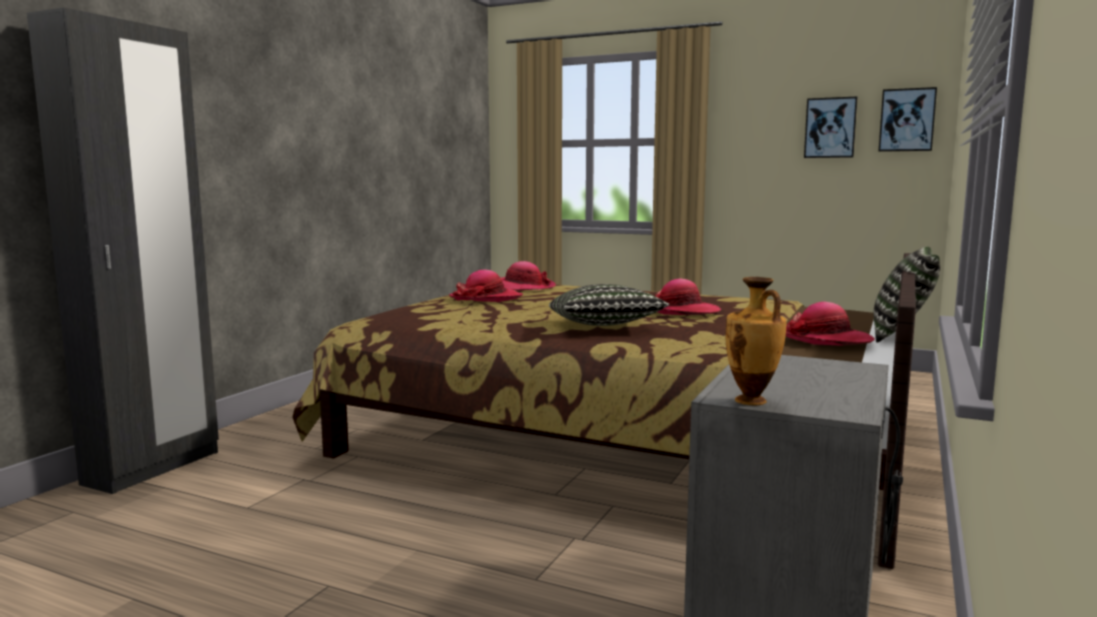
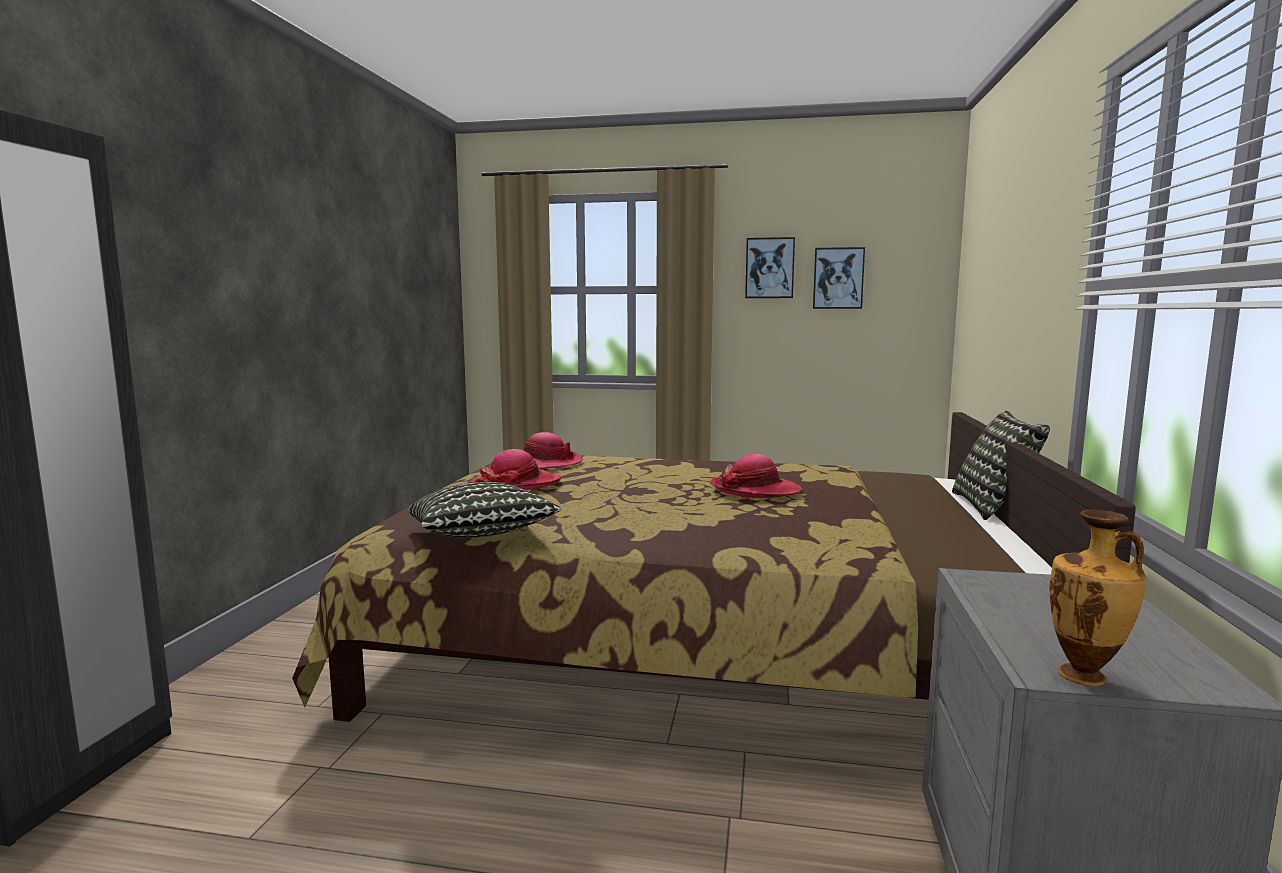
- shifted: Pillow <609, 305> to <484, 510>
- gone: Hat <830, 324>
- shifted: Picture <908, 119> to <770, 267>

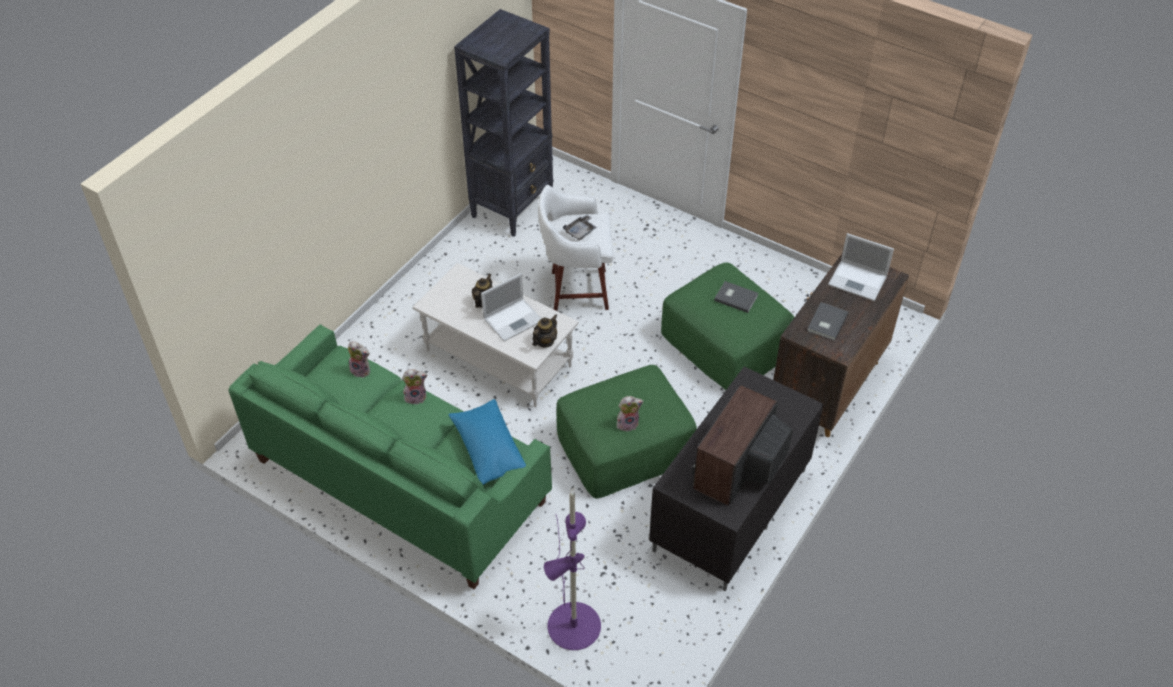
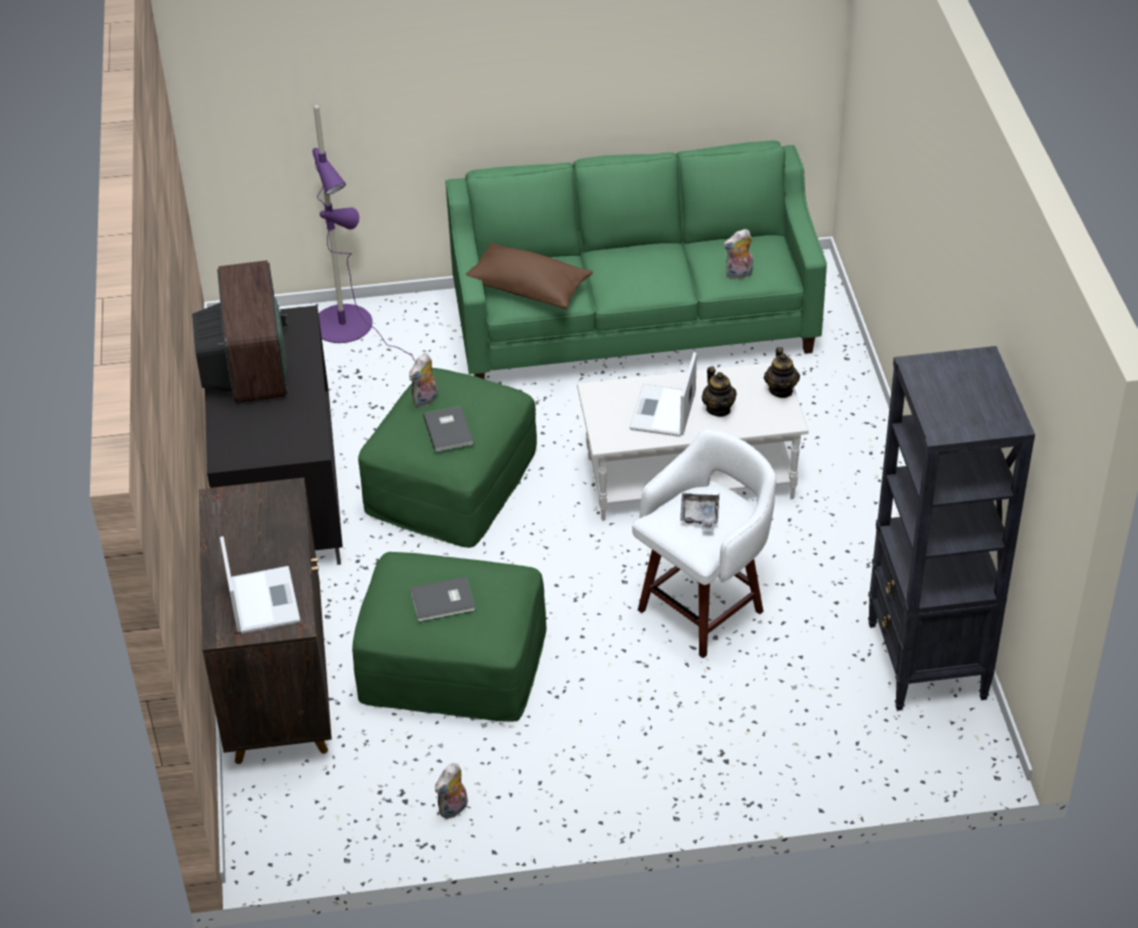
- shifted: PlushToy <414, 387> to <451, 791>
- repainted: BluePillow <487, 442> to BrownPillow <529, 275>
- shifted: Teapot <545, 331> to <782, 372>
- shifted: GreyBook <827, 321> to <448, 429>
- rotated: Laptop <861, 267> = <260, 585> 90 degrees clockwise

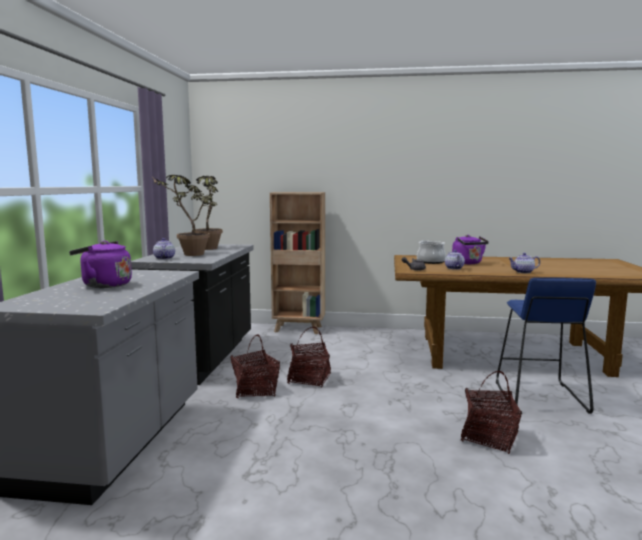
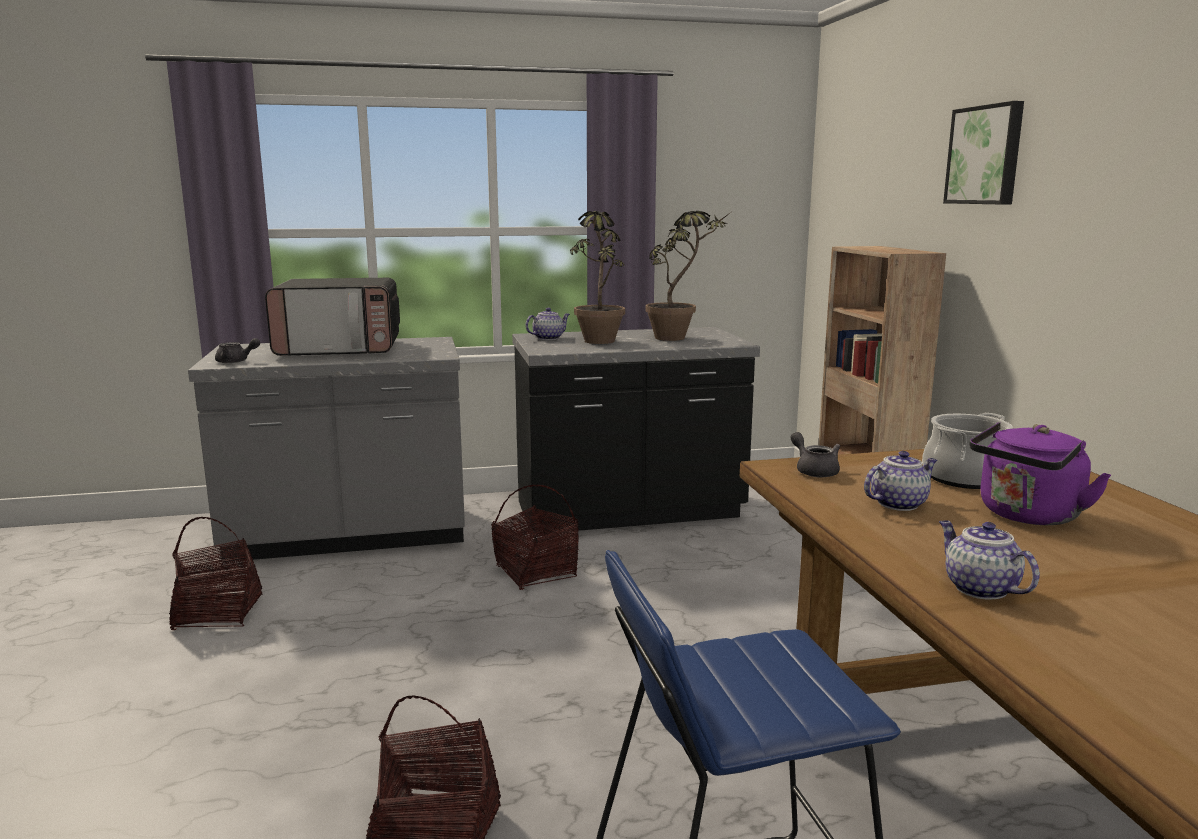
- swapped: PurpleKettle <100, 264> to Microwave <332, 317>
- shifted: Basket <309, 357> to <216, 573>
- new: GreyTeapot <237, 350>
- new: Picture <983, 152>

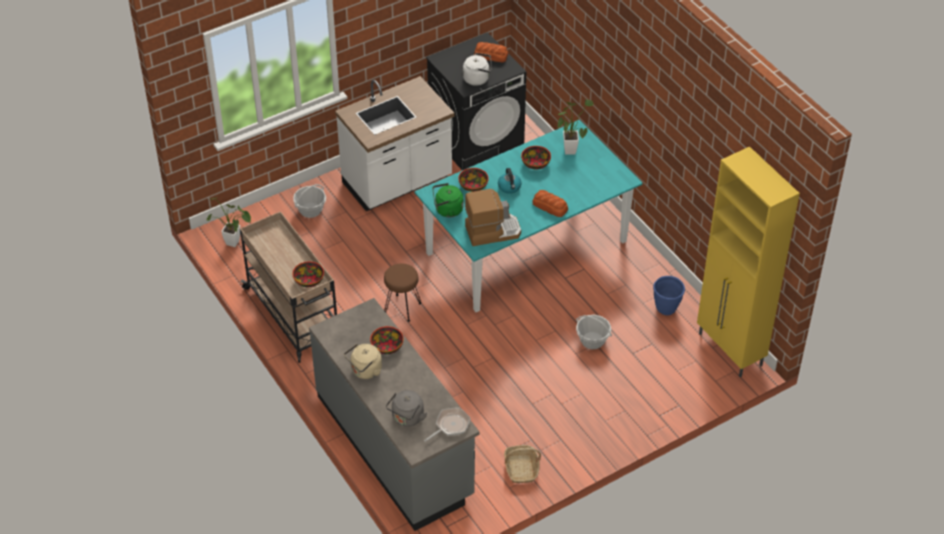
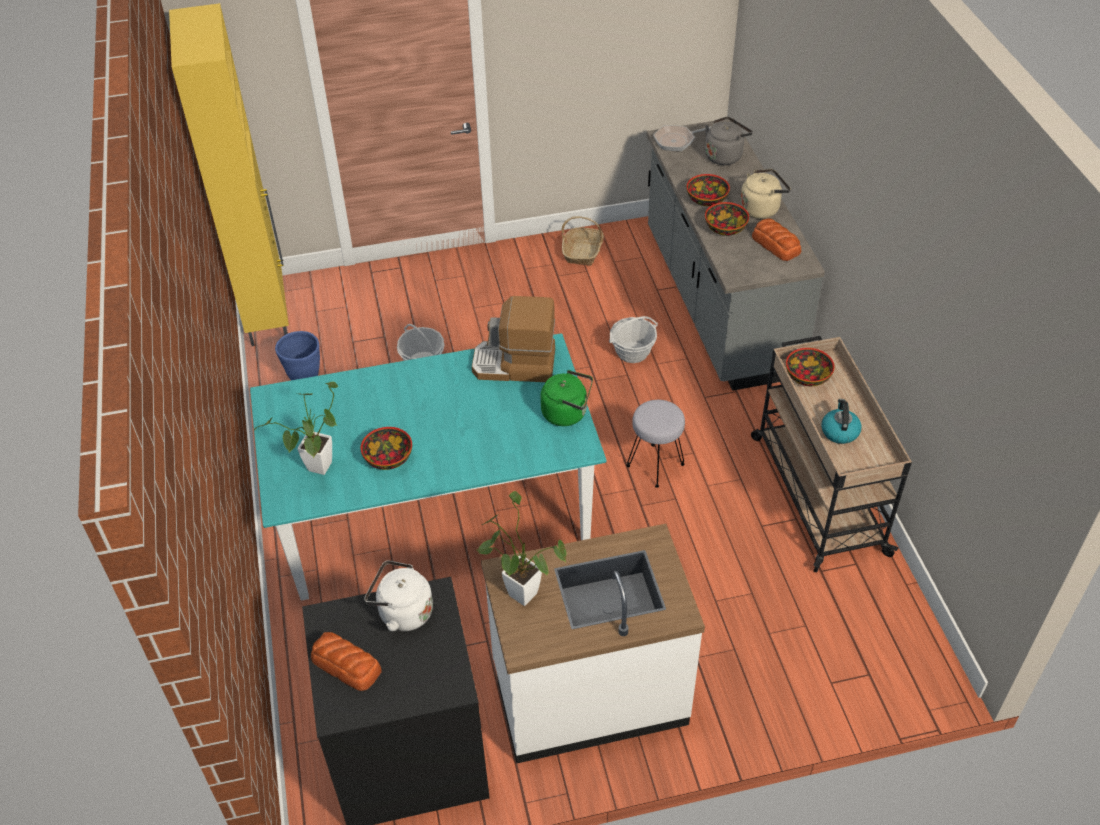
- shifted: PottedPlant <229, 222> to <521, 548>
- shifted: Basket <309, 201> to <633, 339>
- repainted: BrownStool <402, 292> to GreyStool <655, 444>
- shifted: Bowl <473, 180> to <708, 190>
- shifted: Kettle <509, 181> to <841, 421>
- shifted: Bread <550, 203> to <776, 240>

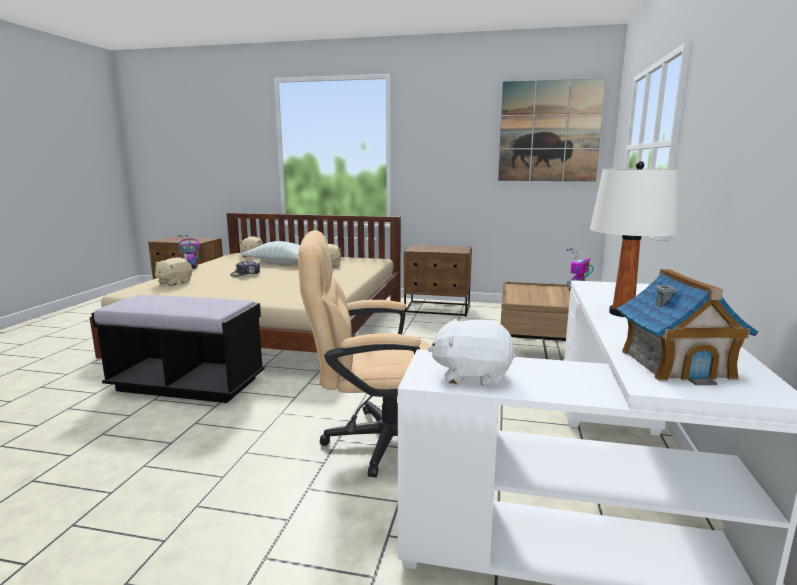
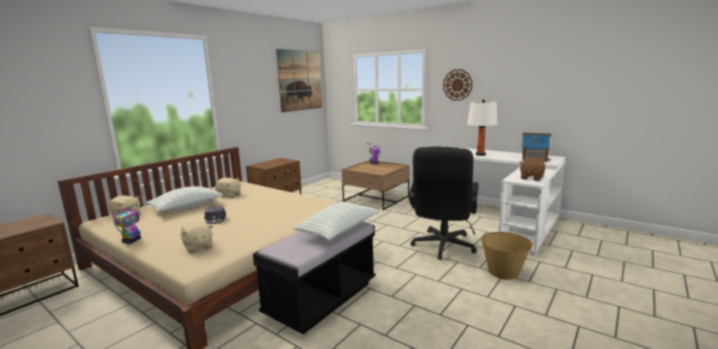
- repainted: BeigeOfficeChair <364, 353> to BlackOfficeChair <444, 203>
- repainted: WhitePlushToy <471, 353> to BrownPlushToy <532, 169>
- new: Pillow <336, 221>
- new: WallClock <457, 85>
- new: Basket <507, 256>

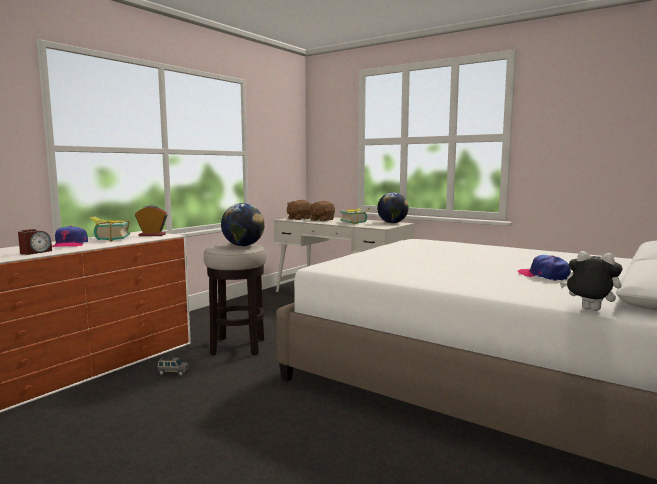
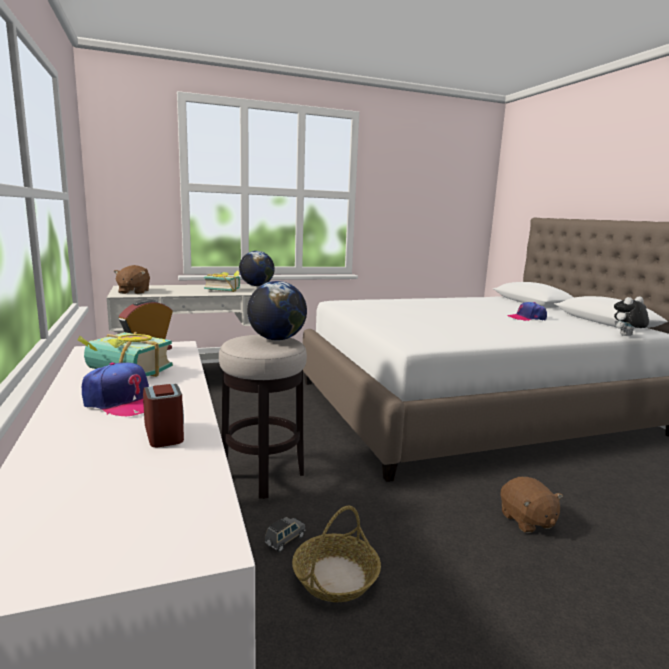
- shifted: BrownPlushToy <322, 211> to <531, 505>
- new: Basket <336, 554>

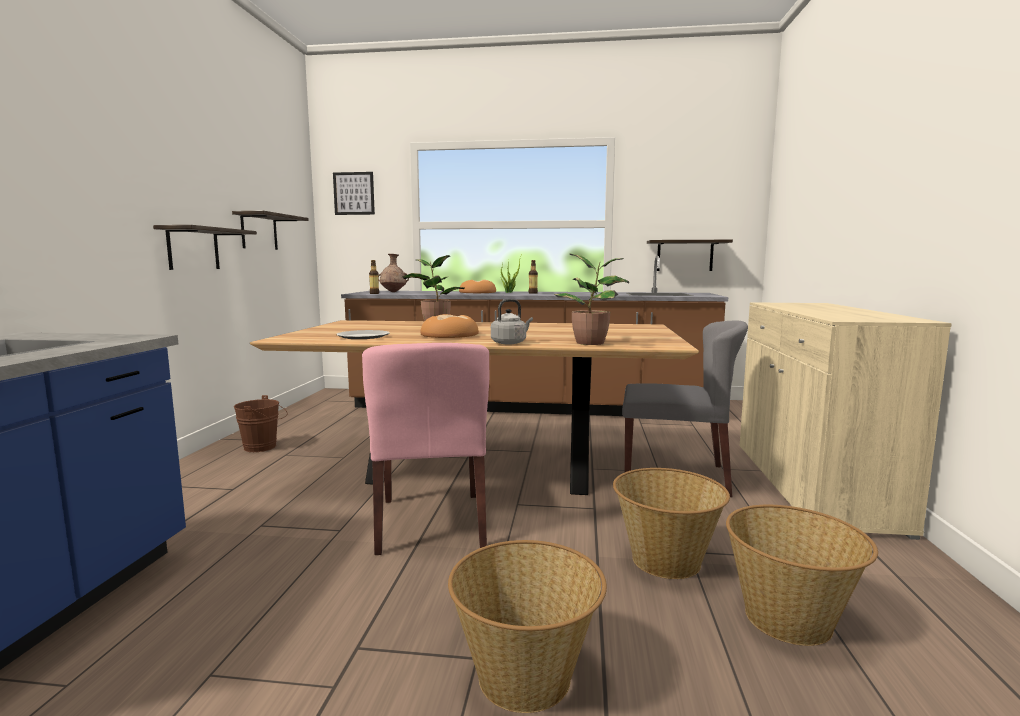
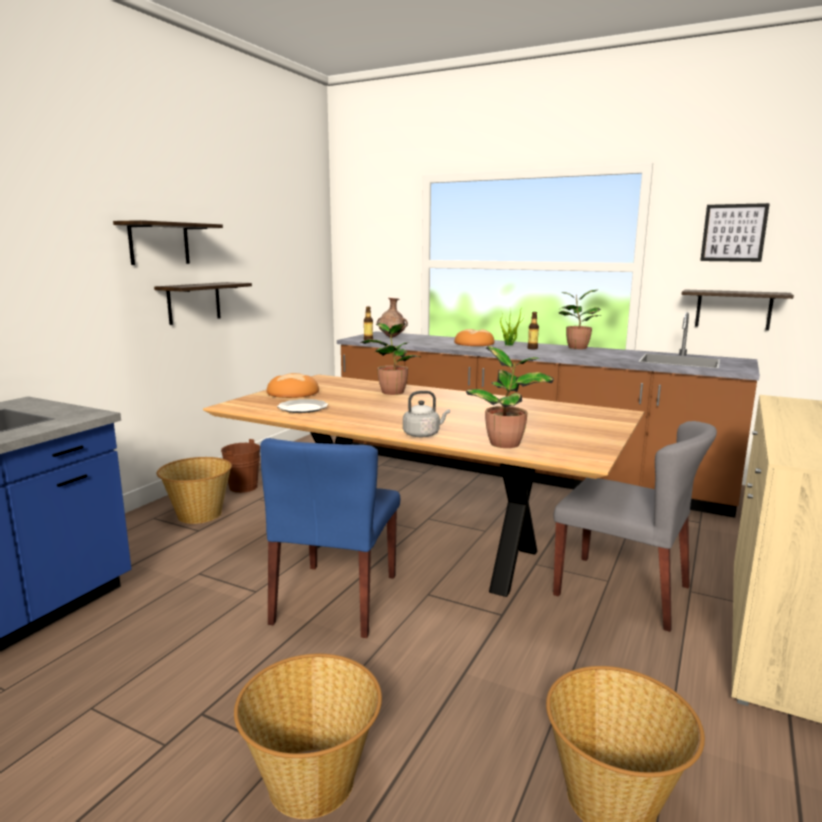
- shifted: Shelf <270, 230> to <168, 242>
- shifted: Picture <354, 193> to <735, 232>
- repainted: PinkChair <425, 449> to BlueChair <330, 538>
- shifted: Bread <449, 326> to <293, 385>
- shifted: Basket <671, 523> to <194, 490>
- new: PottedPlant <580, 319>

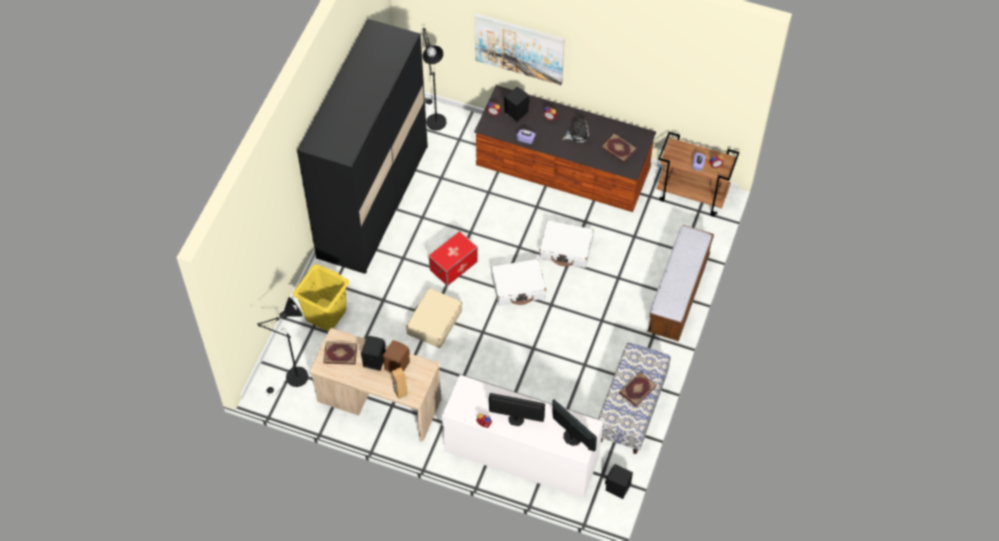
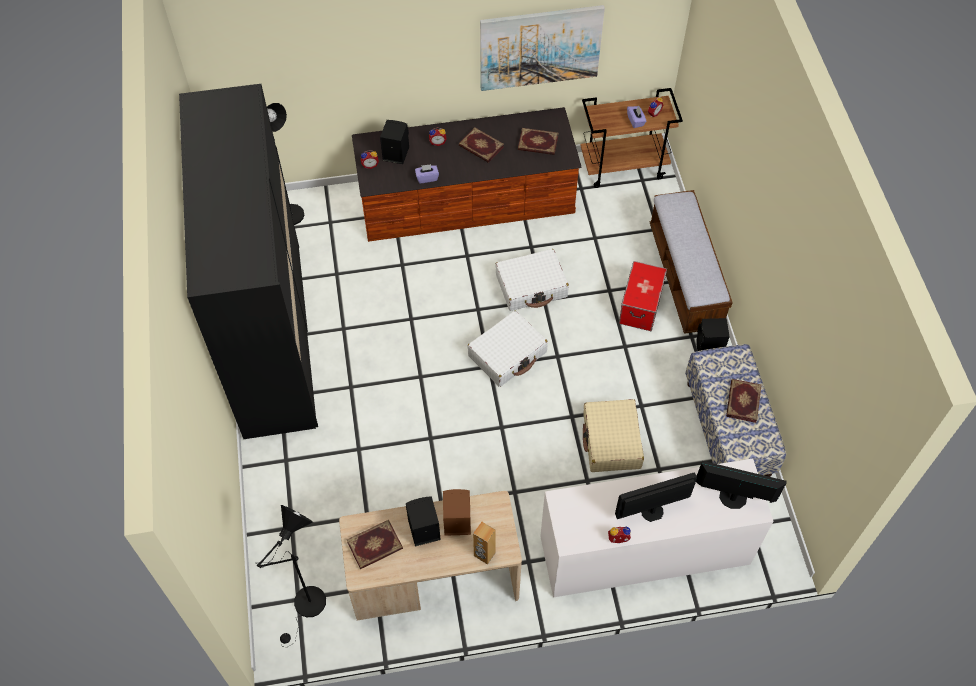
- gone: YellowLaundryBasket <321, 297>
- shifted: BeigeSuitcase <434, 318> to <613, 435>
- shifted: StorageBox <453, 258> to <643, 296>
- shifted: Picture <519, 49> to <542, 48>
- swapped: PlushToy <576, 129> to Book <481, 145>
- shifted: BlackSpeaker <619, 481> to <713, 334>

